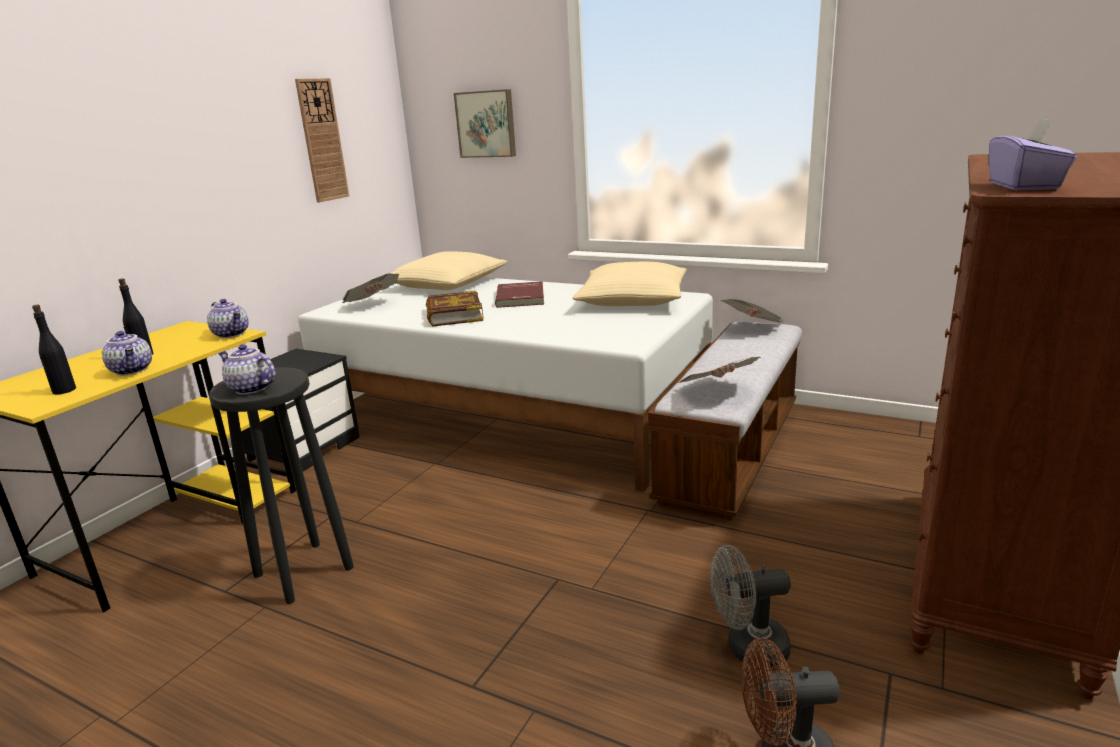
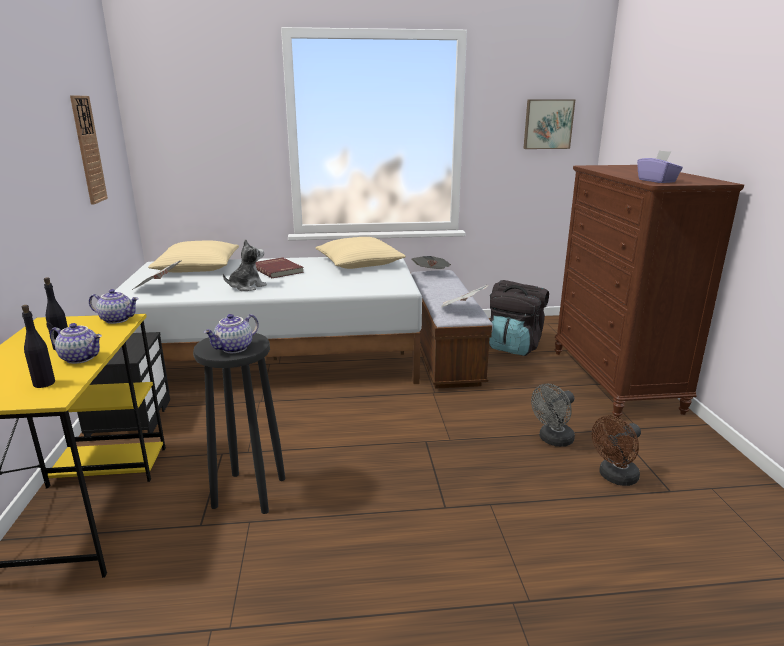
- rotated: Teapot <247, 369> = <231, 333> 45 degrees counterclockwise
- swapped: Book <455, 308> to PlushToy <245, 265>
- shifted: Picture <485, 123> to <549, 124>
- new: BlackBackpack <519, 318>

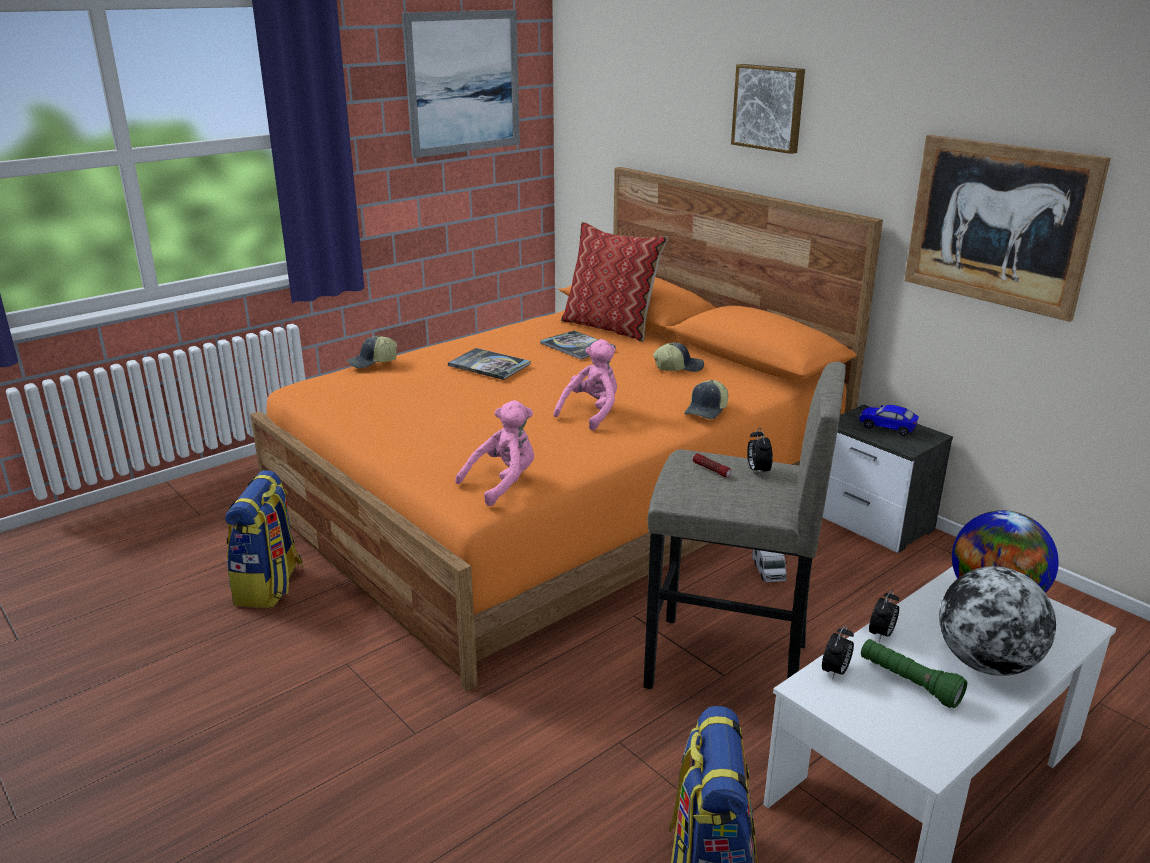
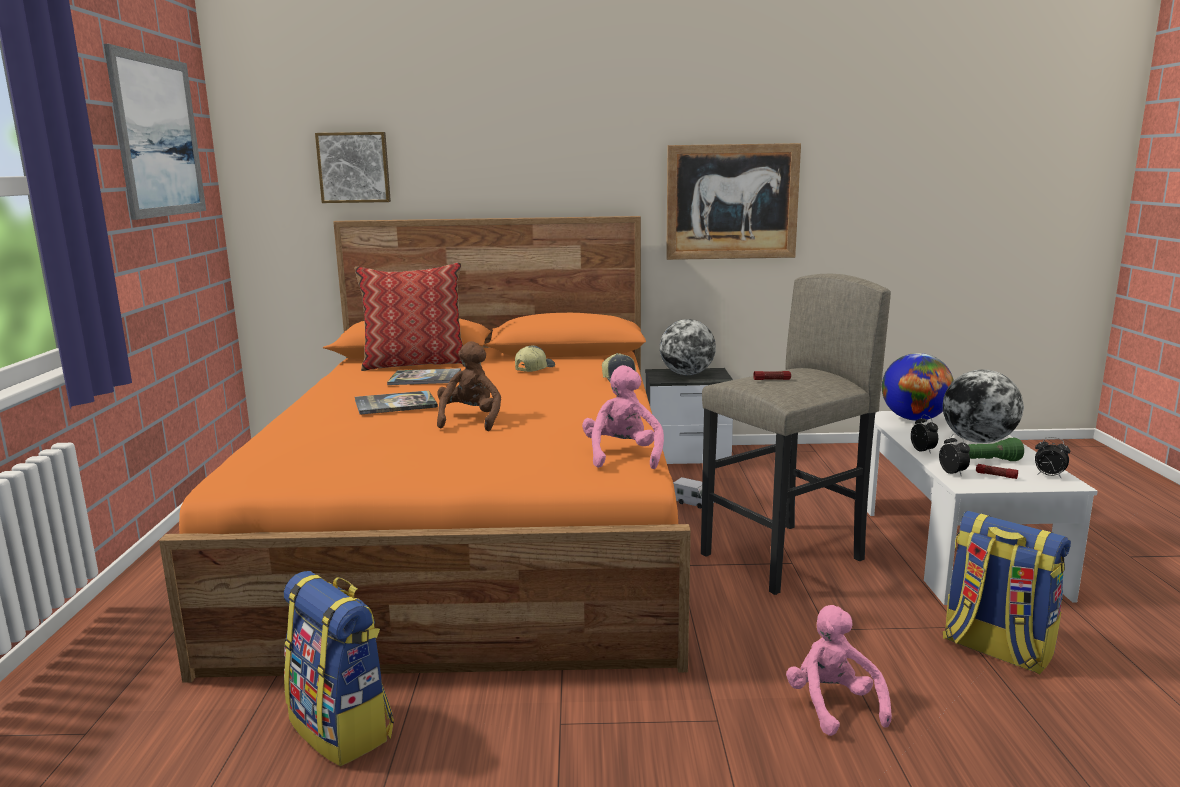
- gone: Cap <372, 352>
- shifted: PinkPlushToy <585, 385> to <839, 670>
- shifted: Picture <768, 109> to <353, 167>
- shifted: AlarmClock <760, 451> to <1052, 458>
- swapped: ToyCar <889, 420> to Globe <688, 347>
- new: BrownPlushToy <469, 386>
- new: Flashlight <997, 471>

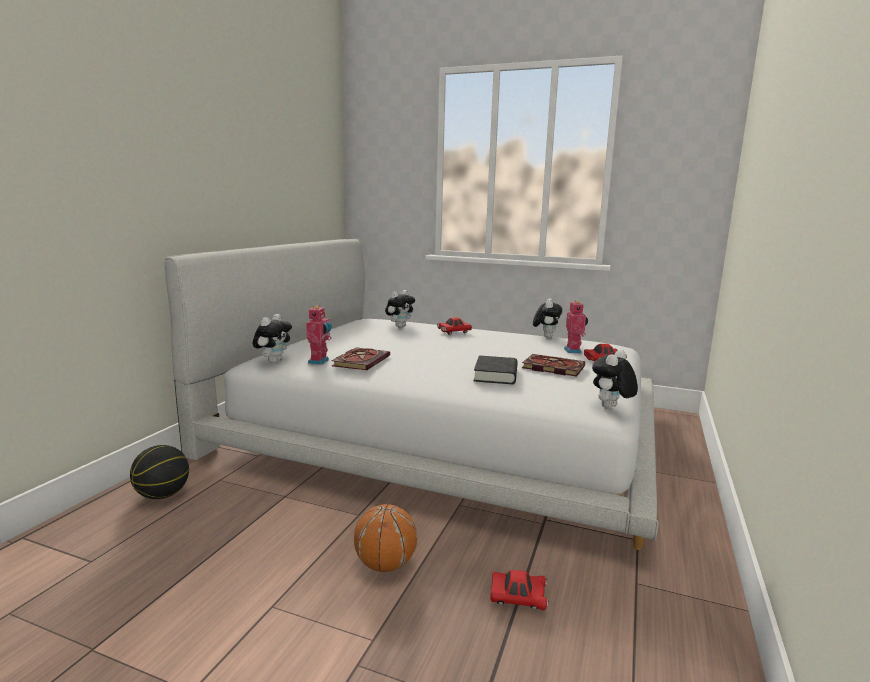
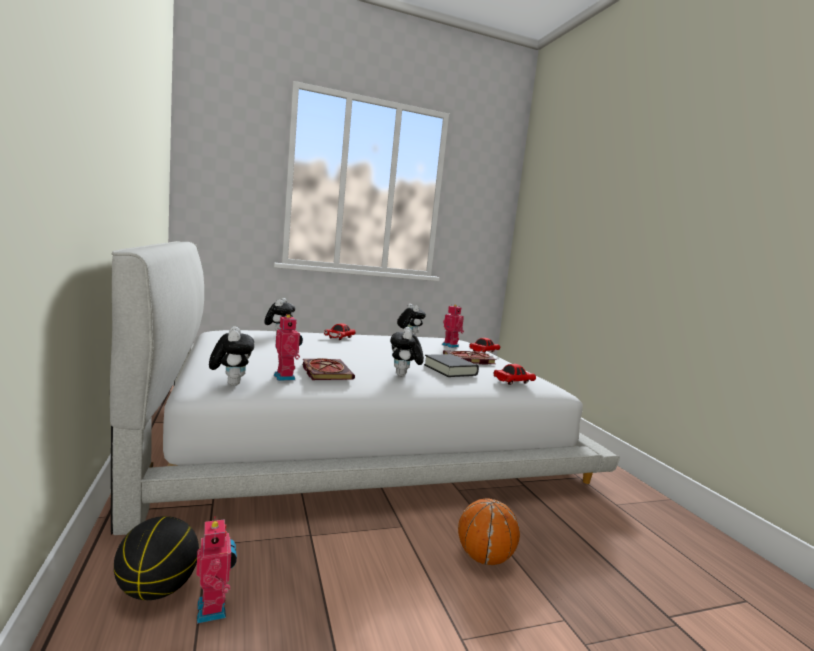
- shifted: RedToyCar <519, 590> to <515, 374>
- shifted: PlushToy <615, 379> to <407, 351>
- new: ToyRobot <216, 570>

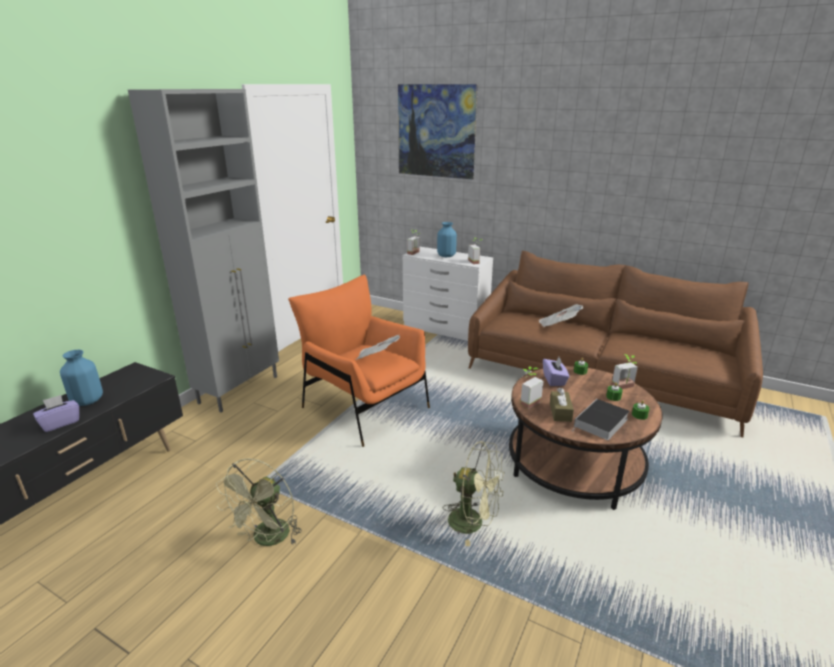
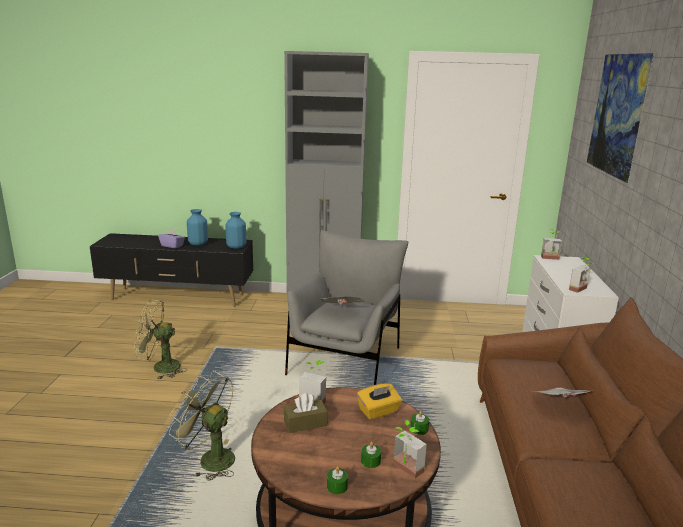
- repainted: OrangeArmchair <359, 361> to GreyArmchair <346, 307>
- shifted: BlueVase <447, 239> to <235, 230>
- rotated: GreenFan <474, 493> = <202, 426> 120 degrees clockwise
- repainted: PurpleTissueBox <556, 371> to YellowTissueBox <379, 401>
- gone: Book <601, 419>

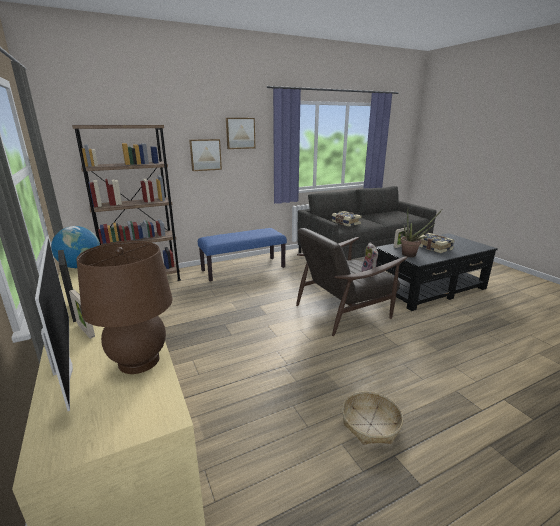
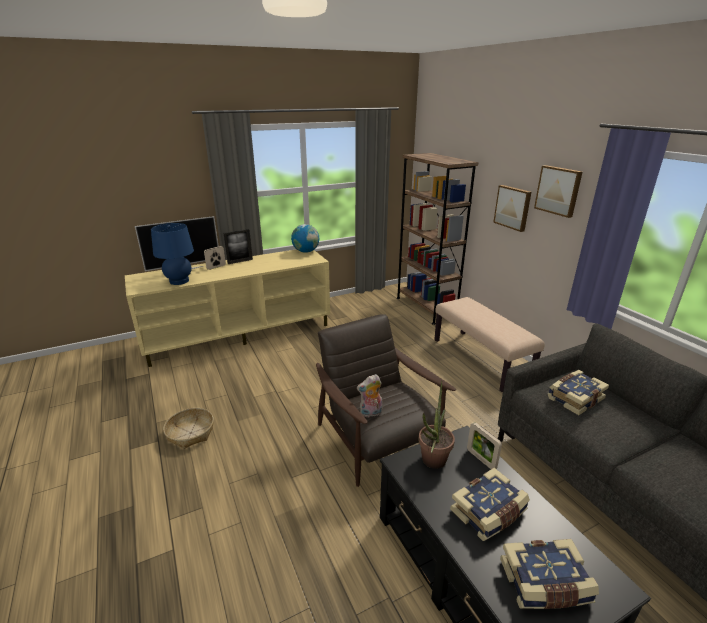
- repainted: BrownTableLamp <124, 307> to BlueTableLamp <172, 254>
- repainted: BlueBench <242, 255> to BeigeBench <489, 344>
- new: Book <549, 574>

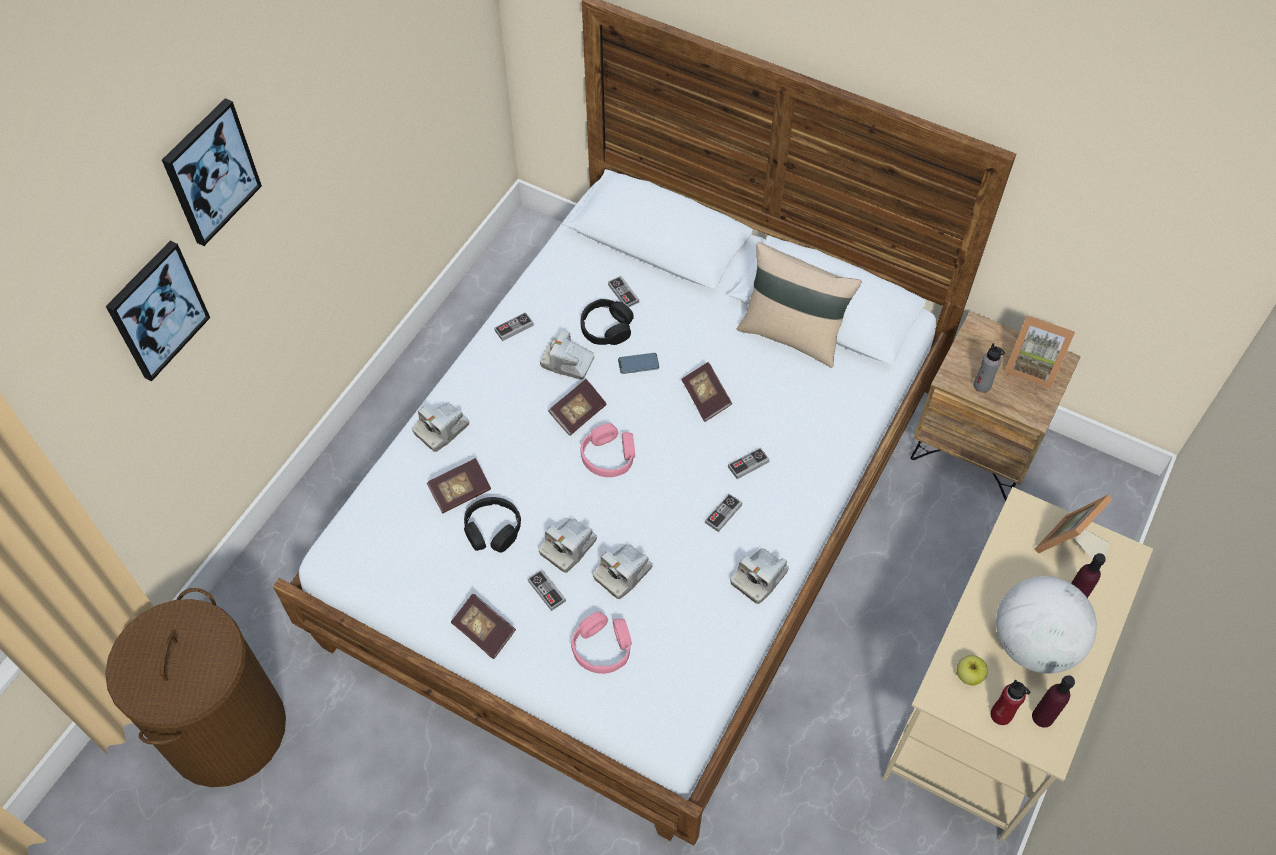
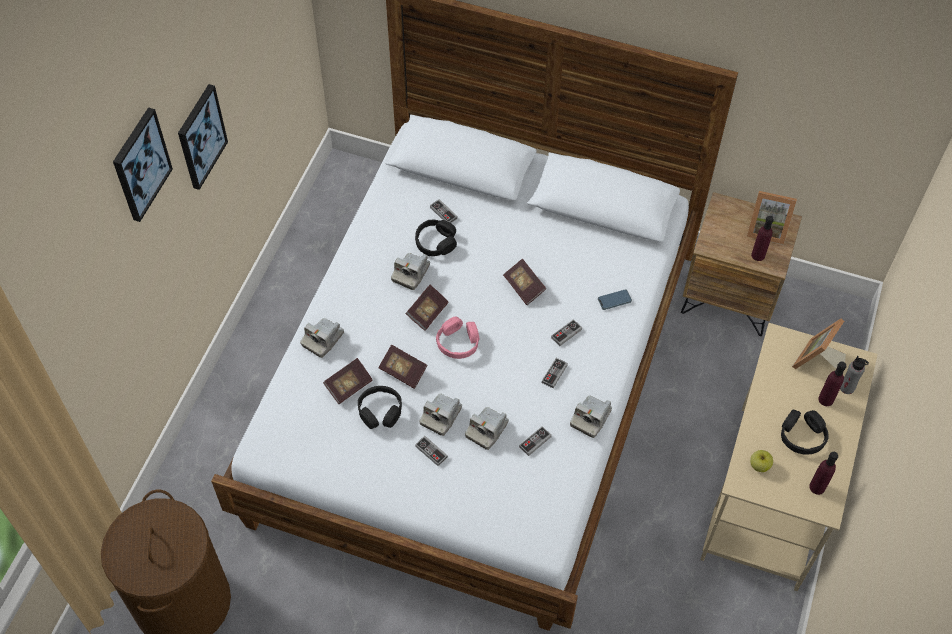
- shifted: Picture <158, 310> to <203, 137>
- shifted: Book <483, 626> to <403, 367>
- shifted: GameController <514, 326> to <535, 441>
- rotated: PhotoCamera <567, 354> = <410, 271> 75 degrees counterclockwise
- gone: PinkHeadphones <601, 643>
- shifted: Phone <638, 363> to <615, 299>
- gone: BeigePillow <799, 305>
- shifted: GreyBottle <989, 368> to <854, 375>
- gone: RedBottle <1010, 702>
- swapped: Globe <1046, 625> to BlackHeadphones <805, 432>
- new: PurpleBottle <762, 238>

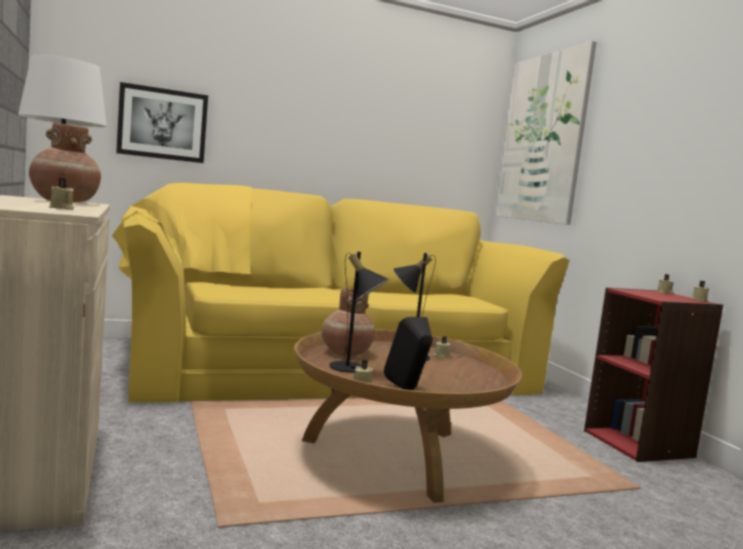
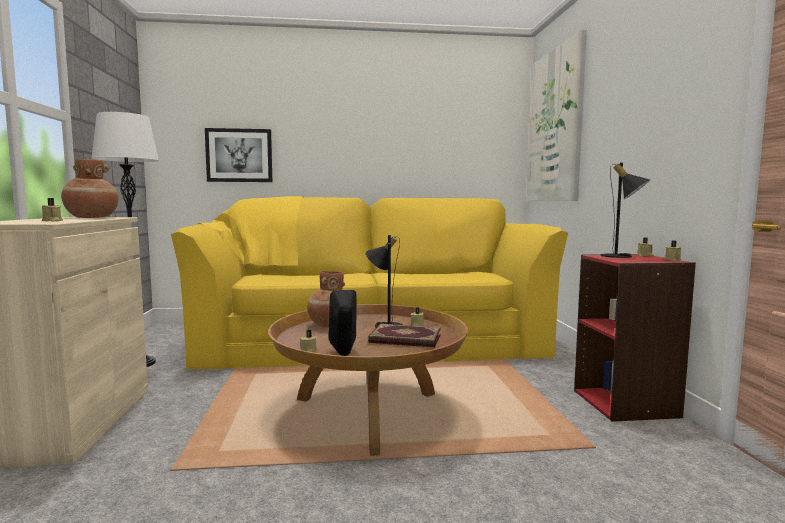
- shifted: BlackTableLamp <358, 312> to <625, 210>
- new: Book <404, 335>

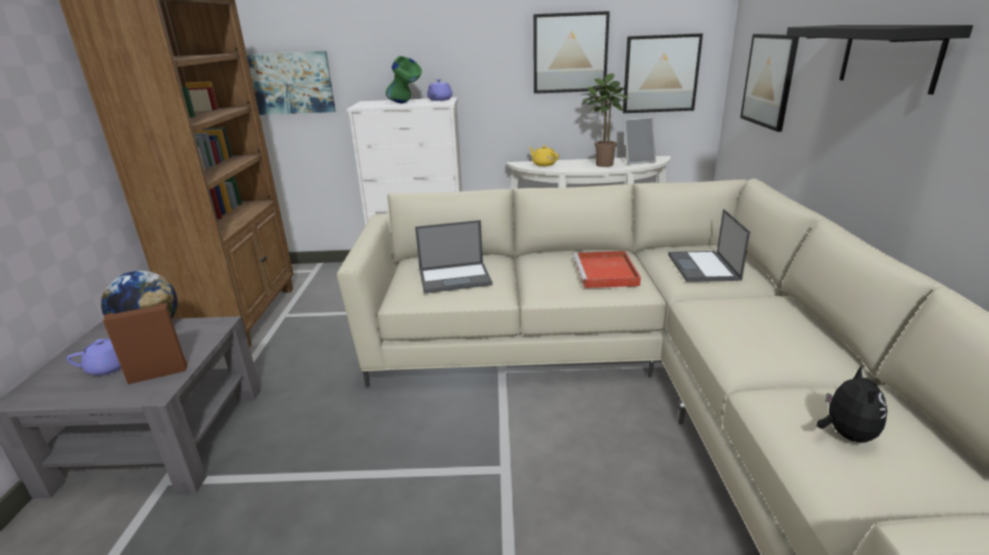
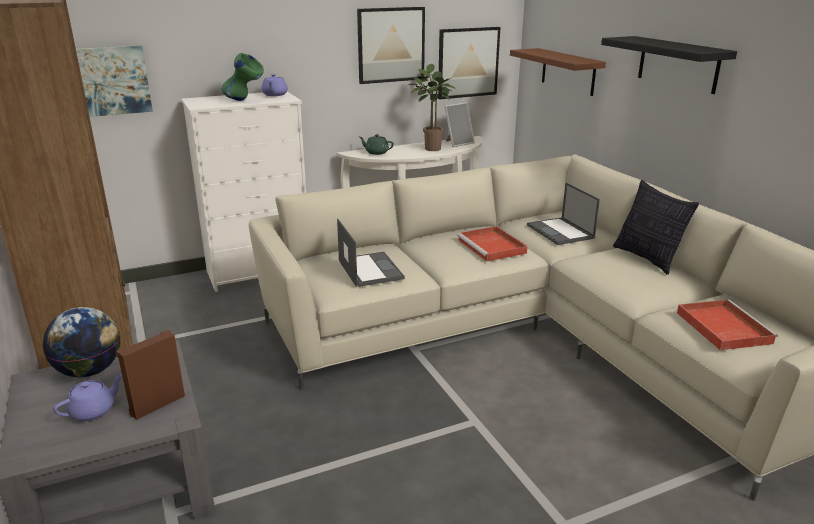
- rotated: Laptop <454, 256> = <371, 253> 75 degrees counterclockwise
- repainted: YellowTeapot <544, 156> to GreenTeapot <376, 144>
- swapped: Picture <769, 83> to BrownShelf <558, 72>
- swapped: PlushToy <851, 404> to RedTray <727, 324>
- new: Pillow <656, 227>

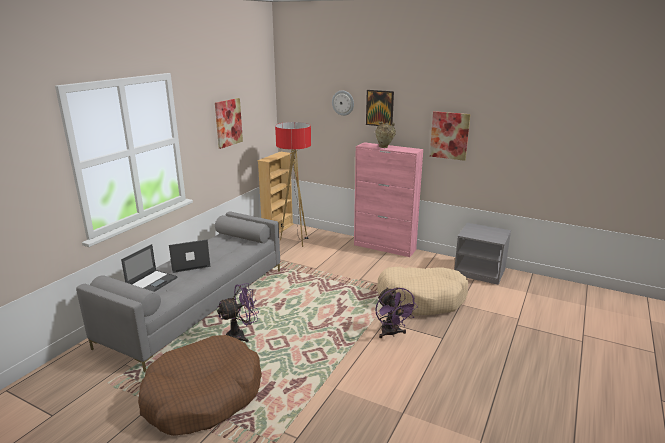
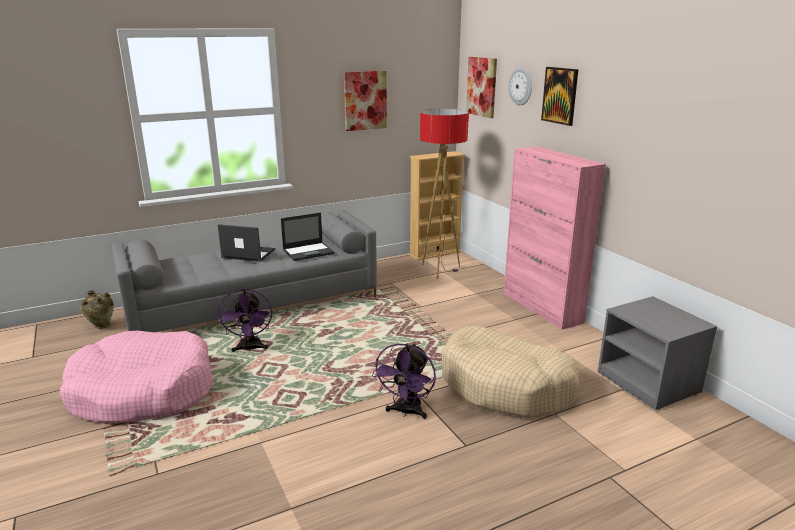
- shifted: Laptop <149, 268> to <307, 237>
- repainted: BrownDogBed <200, 385> to PinkDogBed <136, 377>
- rotated: PurpleFan <238, 312> = <245, 320> 75 degrees clockwise
- shifted: BeigeVase <385, 134> to <97, 309>
- shifted: Picture <450, 136> to <481, 87>

